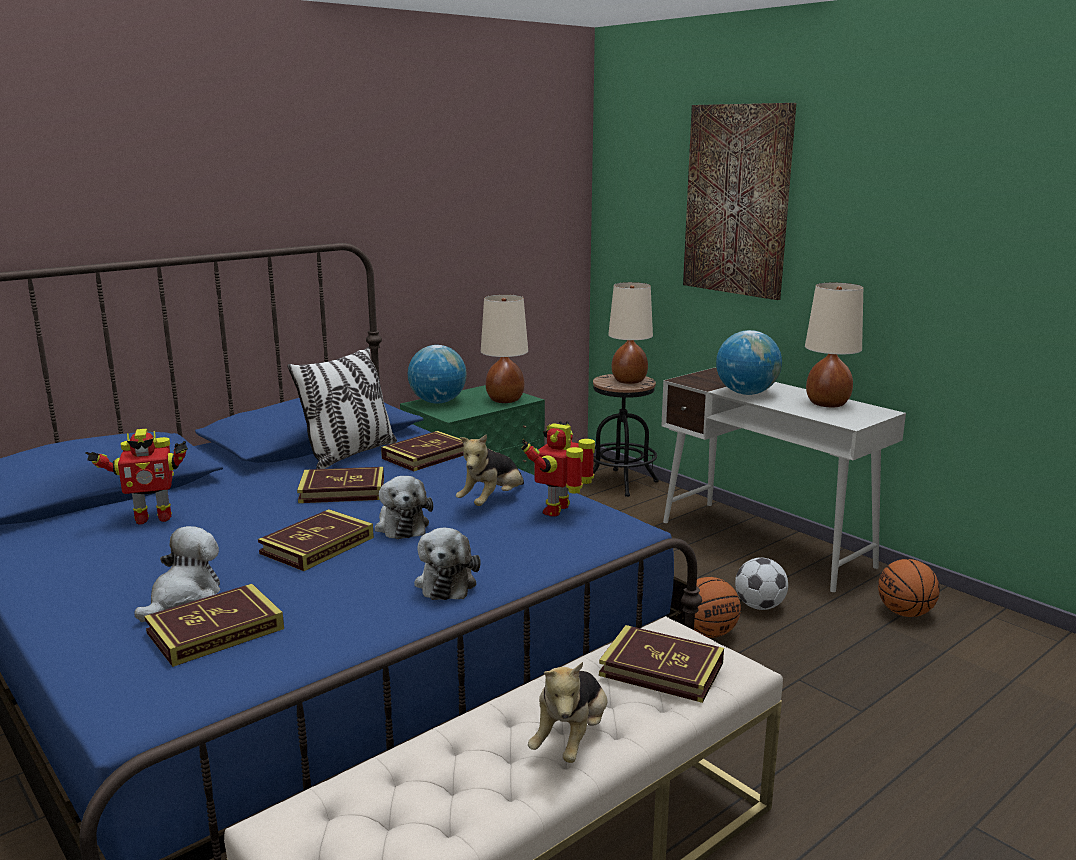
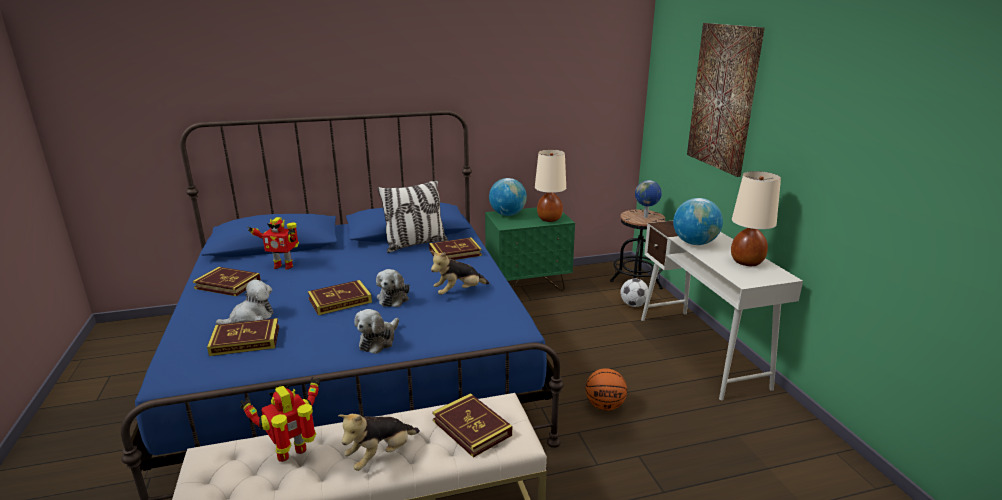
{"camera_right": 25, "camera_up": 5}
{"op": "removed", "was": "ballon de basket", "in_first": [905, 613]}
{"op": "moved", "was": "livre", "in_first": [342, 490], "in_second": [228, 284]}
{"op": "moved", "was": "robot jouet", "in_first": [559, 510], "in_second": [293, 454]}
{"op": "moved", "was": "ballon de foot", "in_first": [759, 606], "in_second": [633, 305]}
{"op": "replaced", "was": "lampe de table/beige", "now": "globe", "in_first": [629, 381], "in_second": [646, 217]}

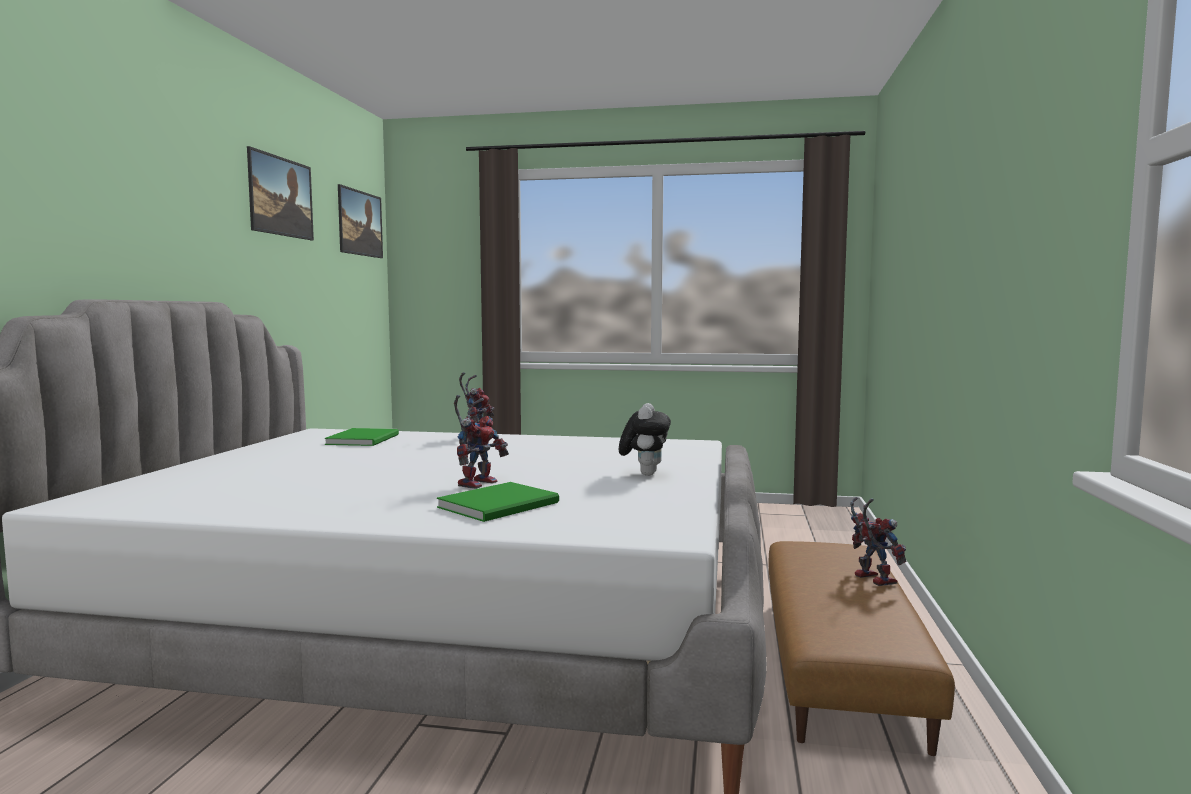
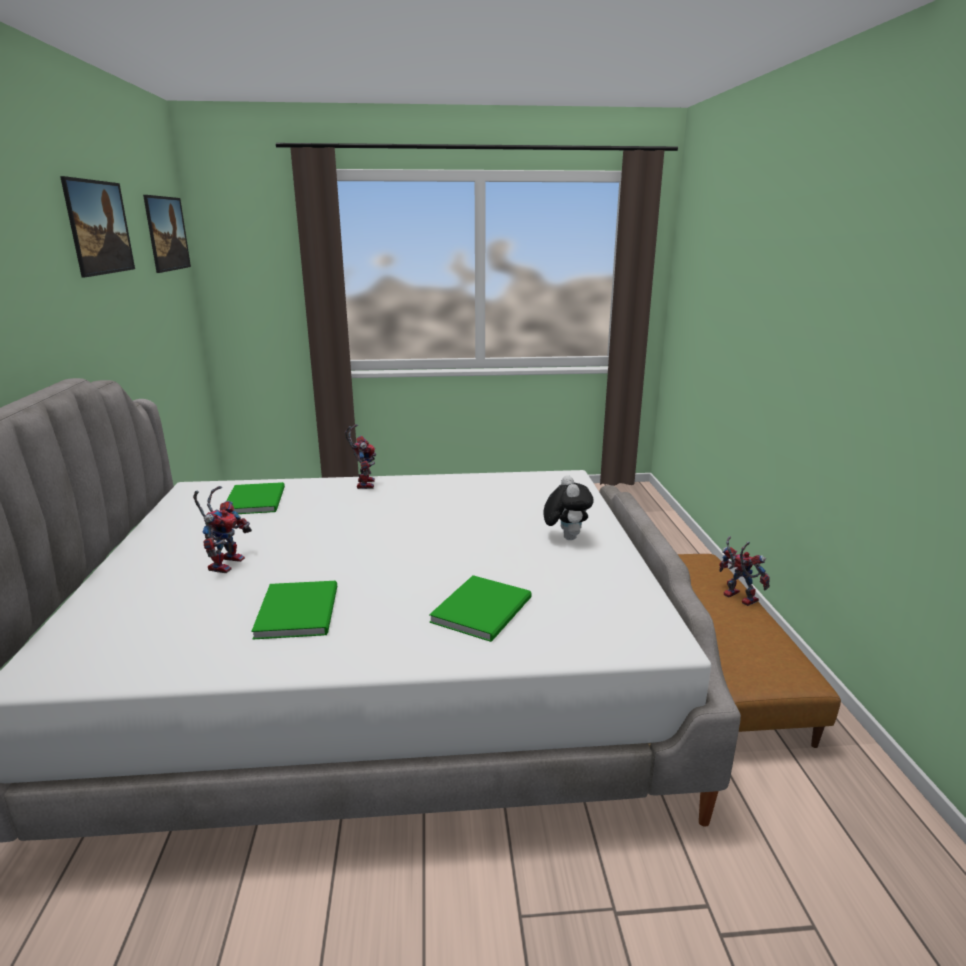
{"camera_right": -15, "camera_up": 15}
{"op": "added", "now": "livre/vert", "in_second": [300, 610]}
{"op": "moved", "was": "robot jouet", "in_first": [477, 483], "in_second": [226, 562]}

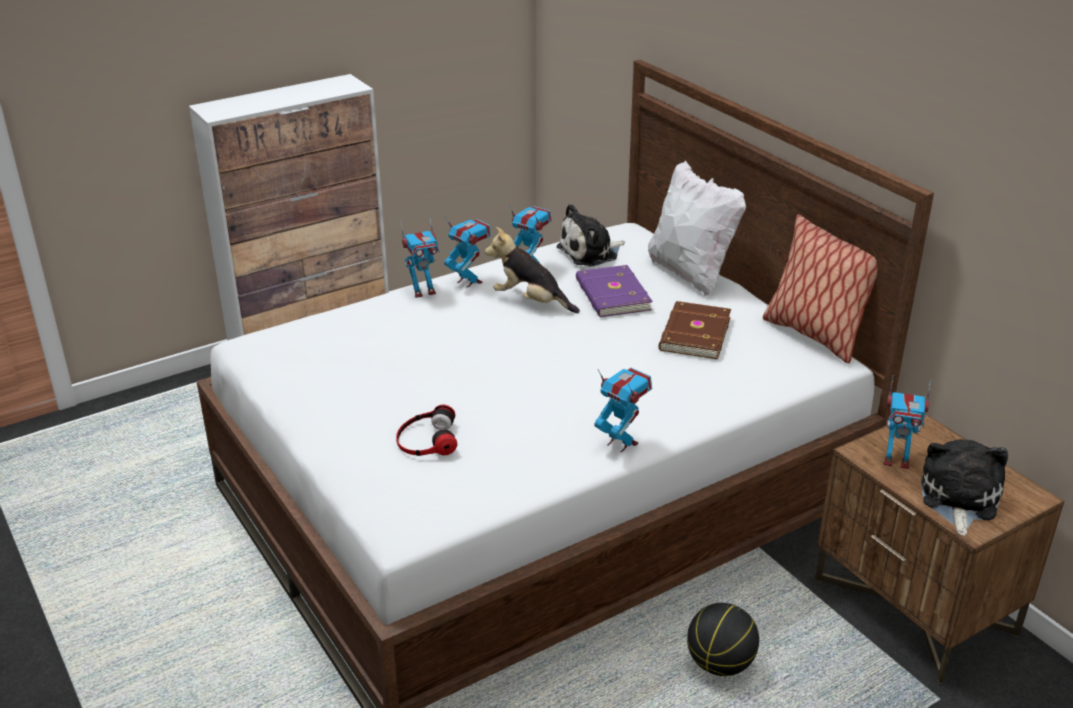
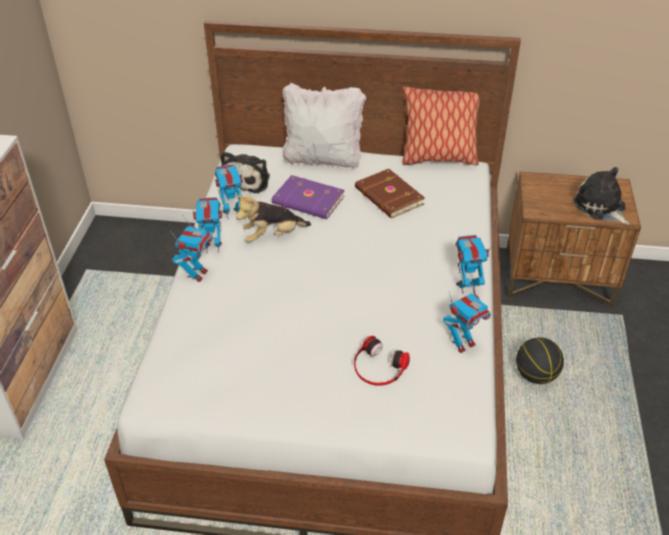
{"camera_right": -50, "camera_up": 10}
{"op": "moved", "was": "robot jouet", "in_first": [896, 460], "in_second": [462, 344]}

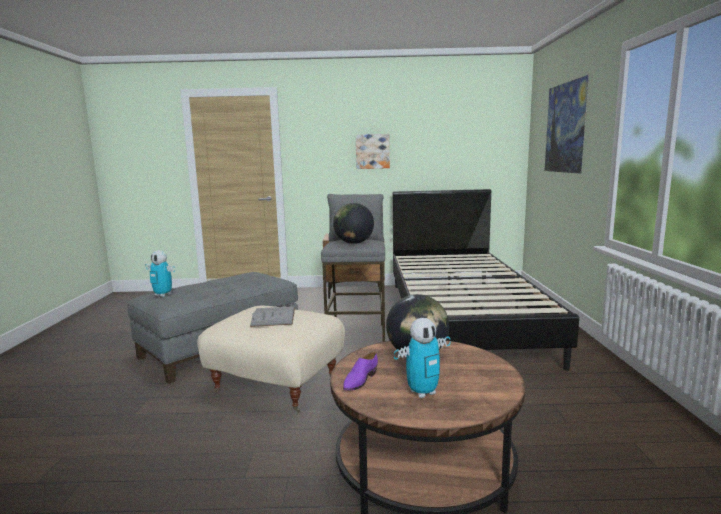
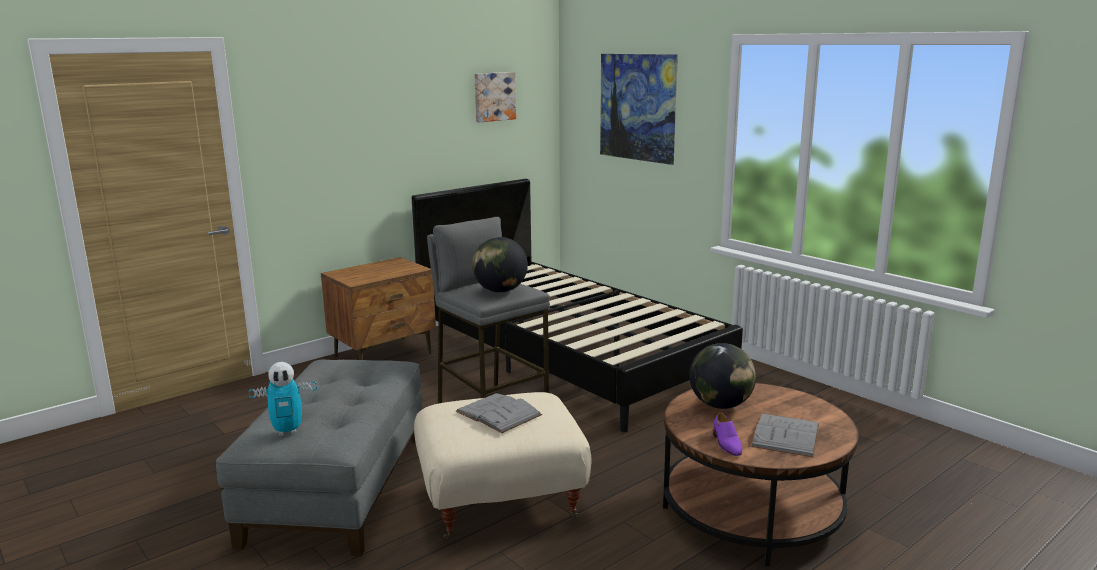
{"camera_right": -40, "camera_up": 5}
{"op": "moved", "was": "tableau", "in_first": [372, 151], "in_second": [494, 96]}
{"op": "replaced", "was": "robot jouet", "now": "livre/gris", "in_first": [422, 392], "in_second": [786, 435]}

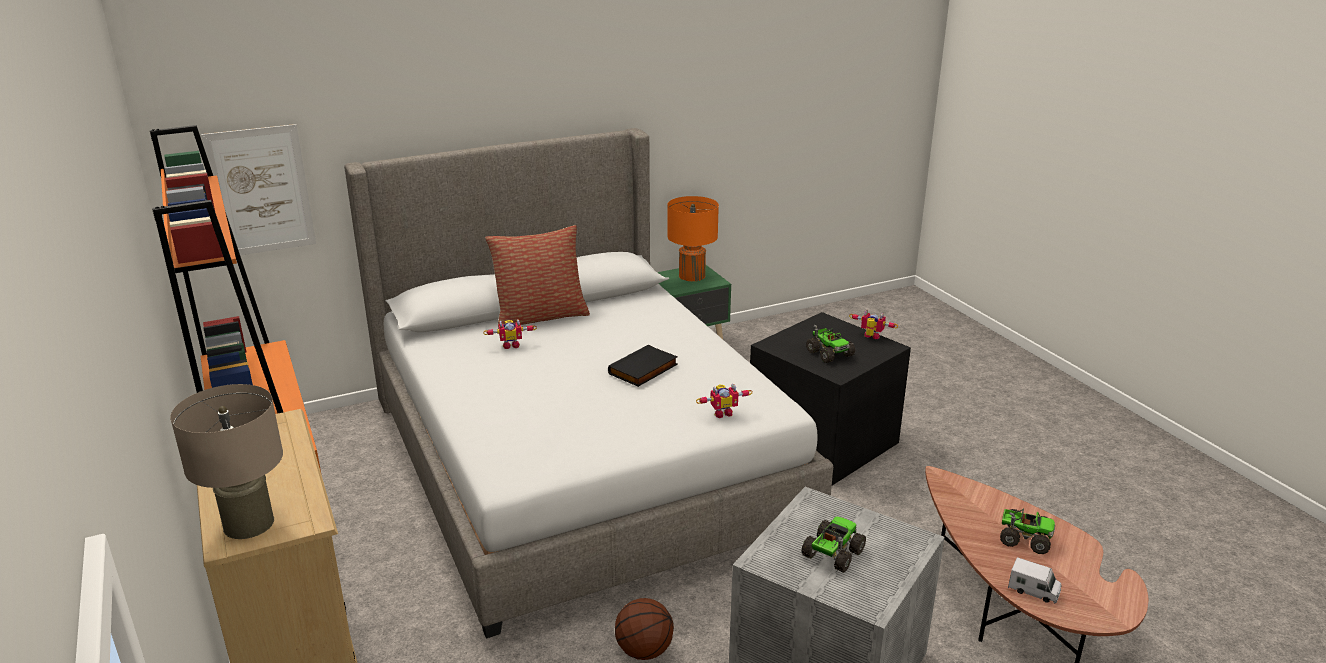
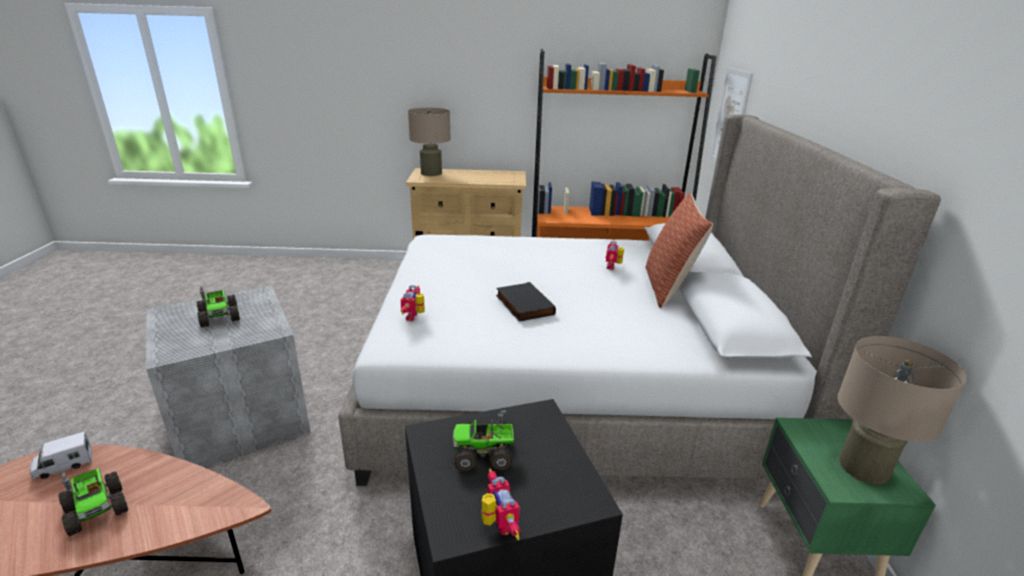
{"camera_right": 115, "camera_up": 0}
{"op": "removed", "was": "ballon de basket", "in_first": [643, 650]}
{"op": "recoloured", "was": "lampe de table/orange", "now": "lampe de table/beige", "in_first": [692, 276], "in_second": [864, 467]}
{"op": "turned", "was": "robot jouet", "in_first": [870, 337], "in_second": [497, 525], "clockwise": -75}
{"op": "turned", "was": "camion jouet", "in_first": [1024, 538], "in_second": [97, 509], "clockwise": -90}

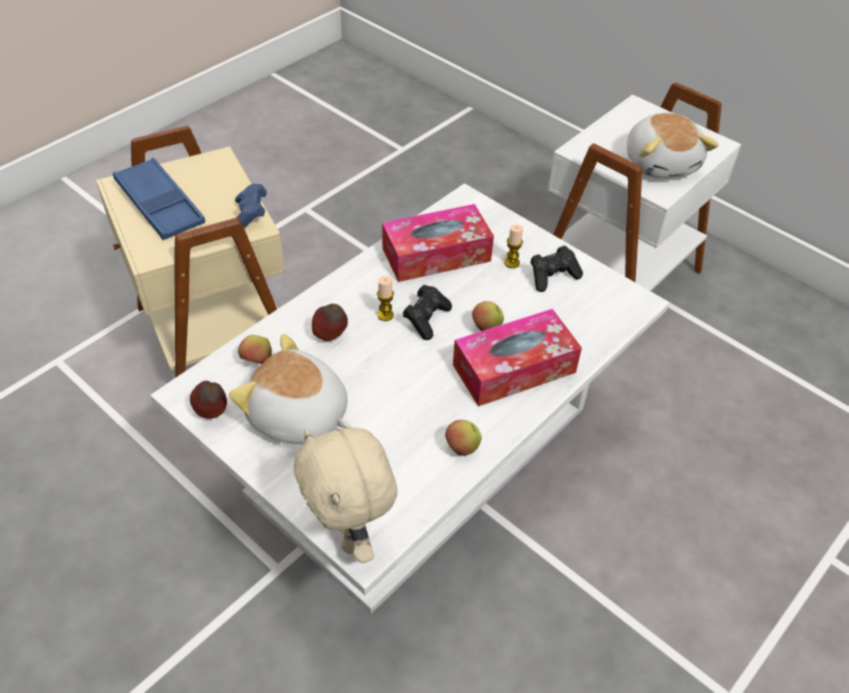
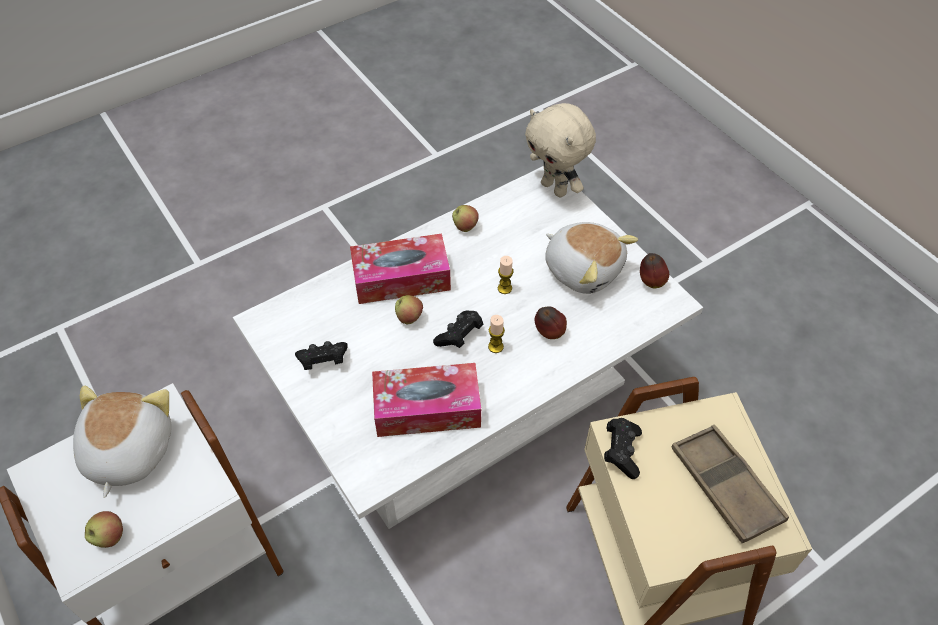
{"camera_right": -165, "camera_up": 5}
{"op": "moved", "was": "pomme", "in_first": [257, 362], "in_second": [109, 537]}
{"op": "moved", "was": "bougie", "in_first": [511, 263], "in_second": [504, 288]}
{"op": "recoloured", "was": "plateau/bleu", "now": "plateau/marron", "in_first": [160, 205], "in_second": [725, 486]}
{"op": "recoloured", "was": "manette/bleu", "now": "manette/noir", "in_first": [250, 215], "in_second": [621, 452]}
{"op": "turned", "was": "peluche/beige", "in_first": [350, 535], "in_second": [555, 188], "clockwise": 150}

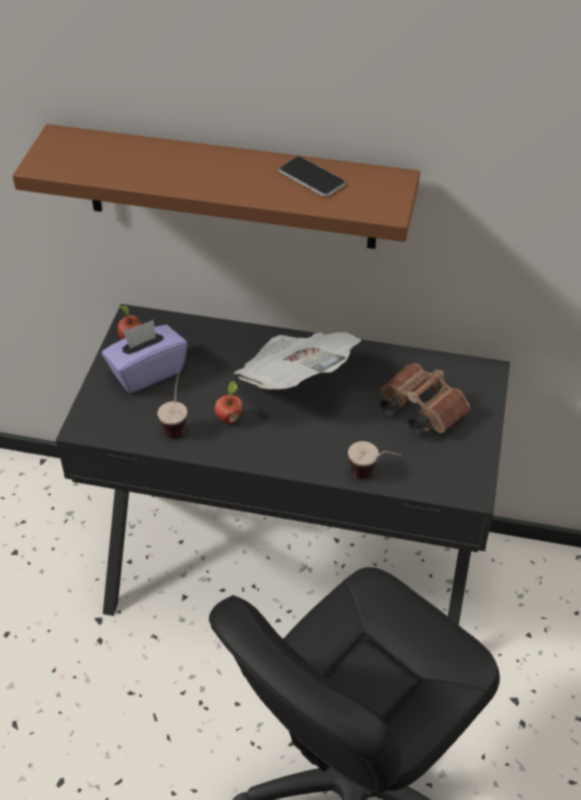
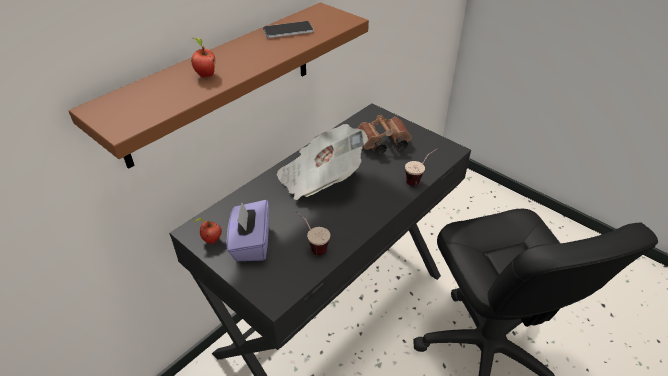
{"camera_right": -60, "camera_up": -5}
{"op": "moved", "was": "pomme", "in_first": [229, 418], "in_second": [205, 75]}

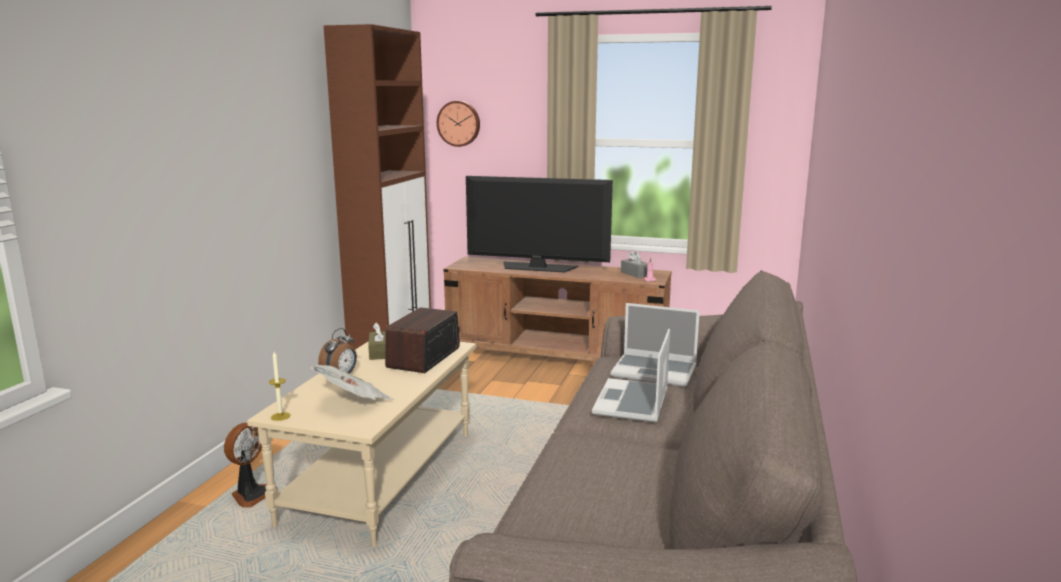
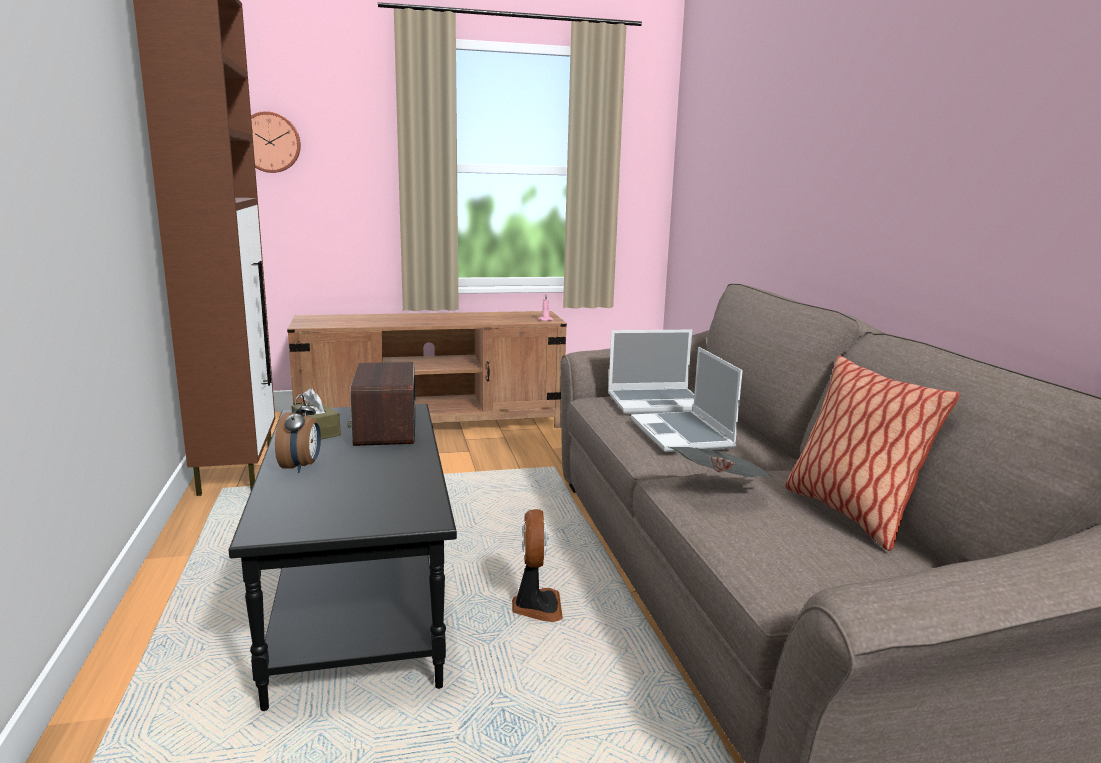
{"camera_right": -30, "camera_up": 0}
{"op": "removed", "was": "bougie", "in_first": [280, 416]}
{"op": "removed", "was": "téléviseur", "in_first": [537, 267]}
{"op": "removed", "was": "boîte à mouchoirs/gris", "in_first": [635, 274]}
{"op": "added", "now": "coussin", "in_second": [850, 514]}
{"op": "moved", "was": "ventilateur", "in_first": [251, 495], "in_second": [536, 606]}
{"op": "moved", "was": "journal", "in_first": [354, 402], "in_second": [719, 489]}
{"op": "recoloured", "was": "table basse/beige", "now": "table basse/noir", "in_first": [382, 477], "in_second": [361, 600]}

